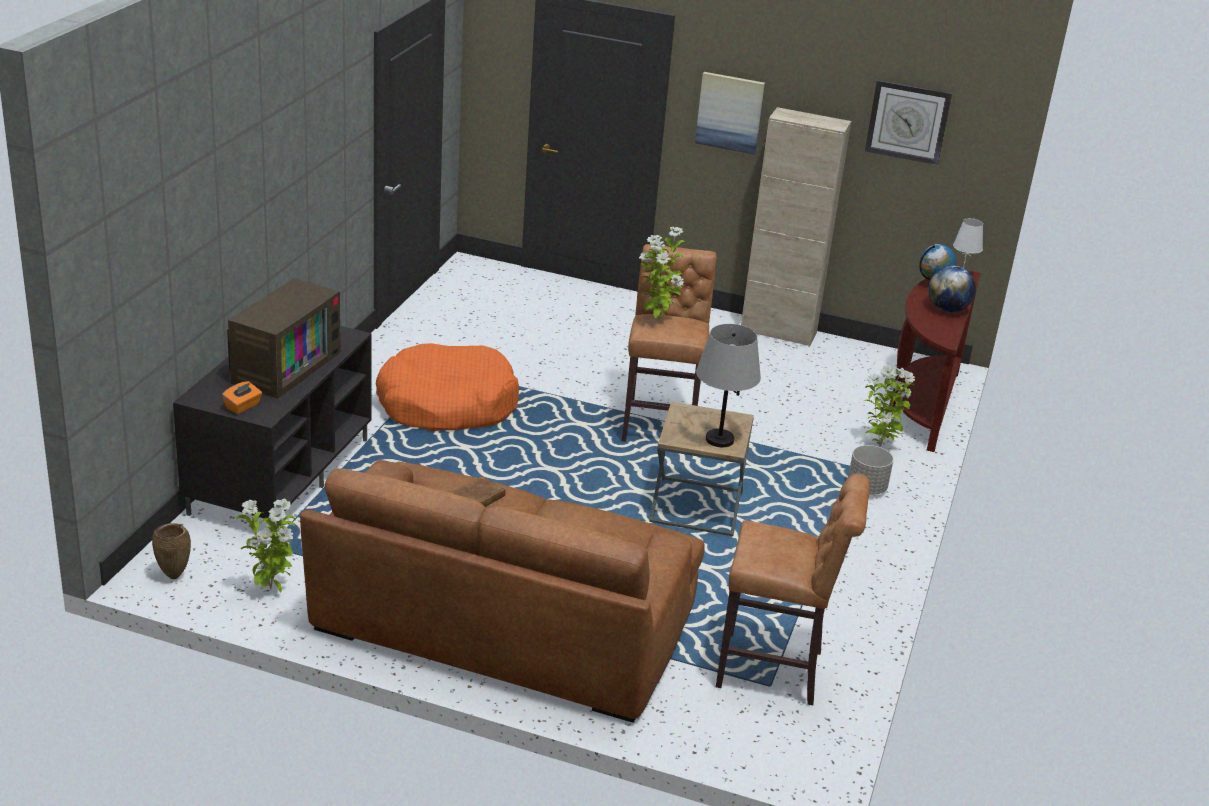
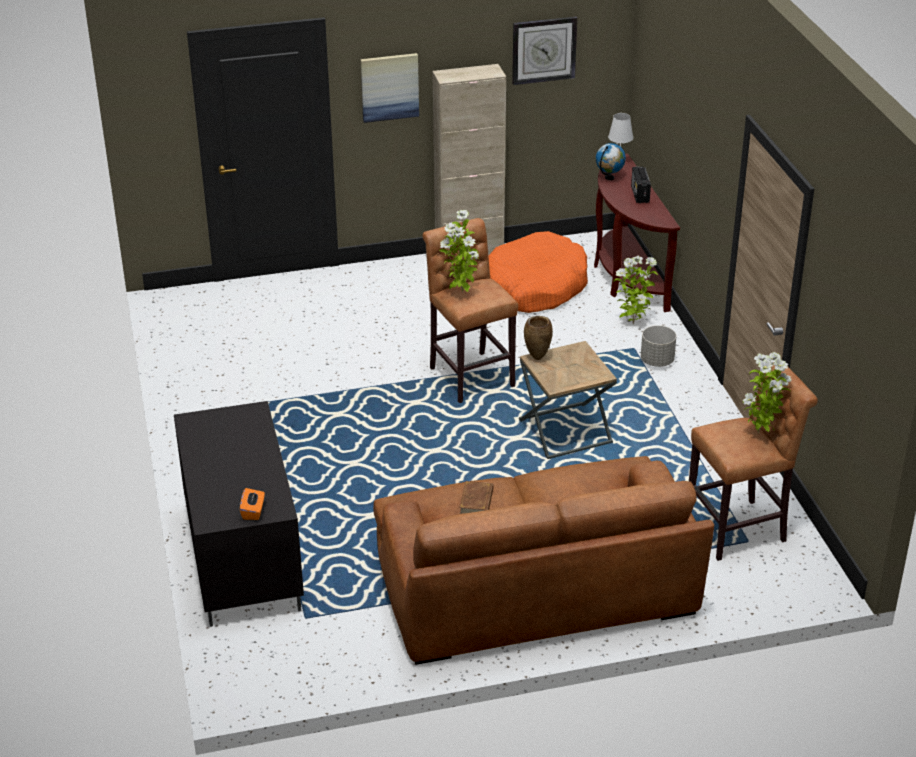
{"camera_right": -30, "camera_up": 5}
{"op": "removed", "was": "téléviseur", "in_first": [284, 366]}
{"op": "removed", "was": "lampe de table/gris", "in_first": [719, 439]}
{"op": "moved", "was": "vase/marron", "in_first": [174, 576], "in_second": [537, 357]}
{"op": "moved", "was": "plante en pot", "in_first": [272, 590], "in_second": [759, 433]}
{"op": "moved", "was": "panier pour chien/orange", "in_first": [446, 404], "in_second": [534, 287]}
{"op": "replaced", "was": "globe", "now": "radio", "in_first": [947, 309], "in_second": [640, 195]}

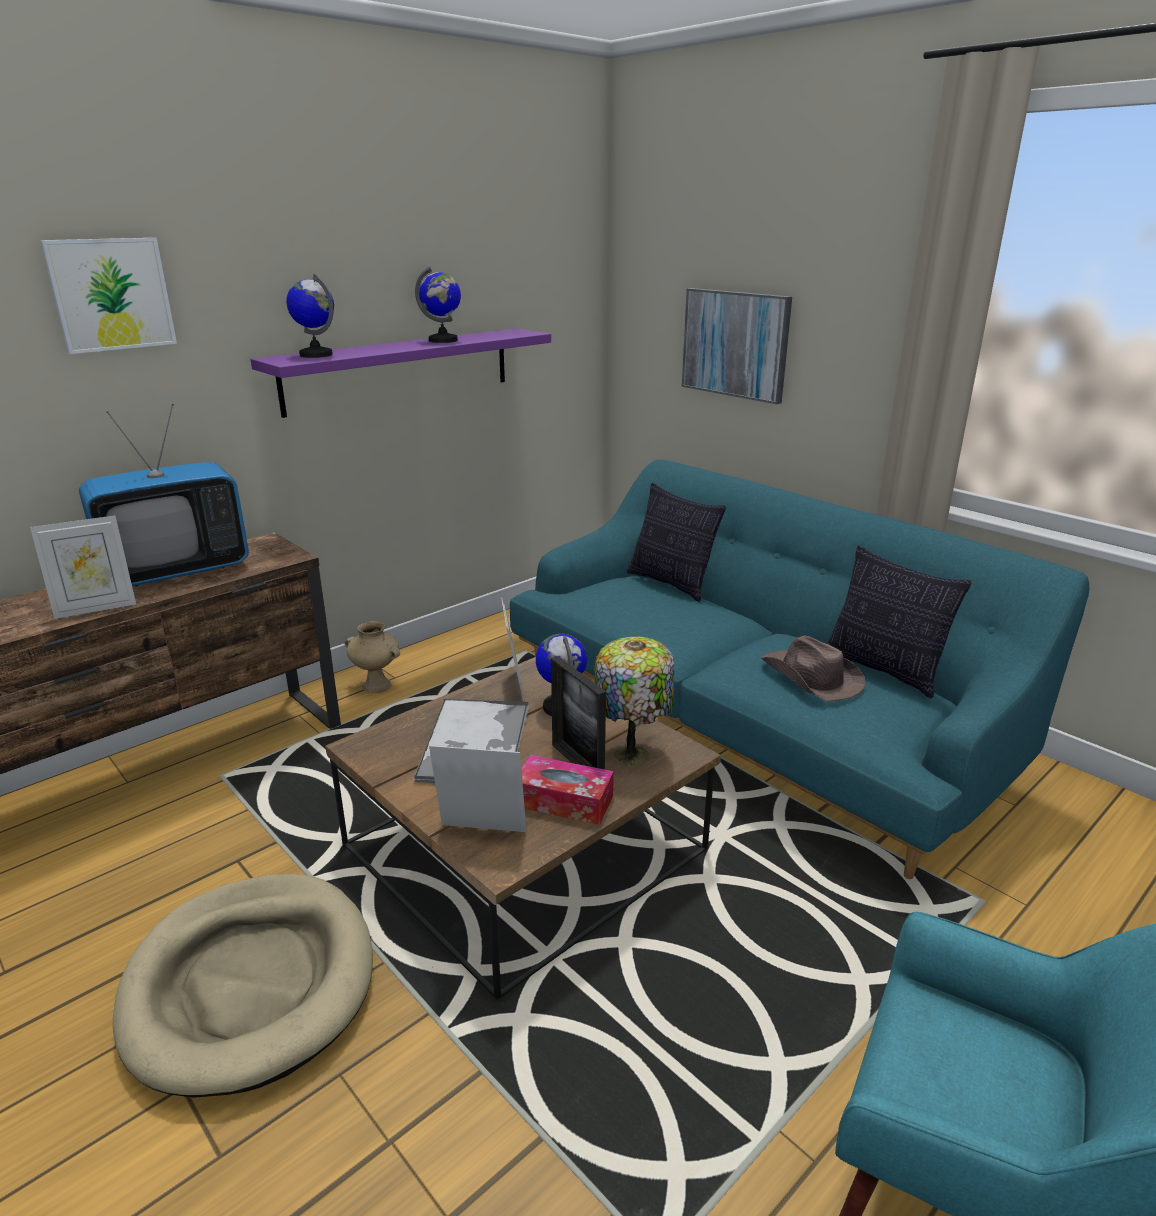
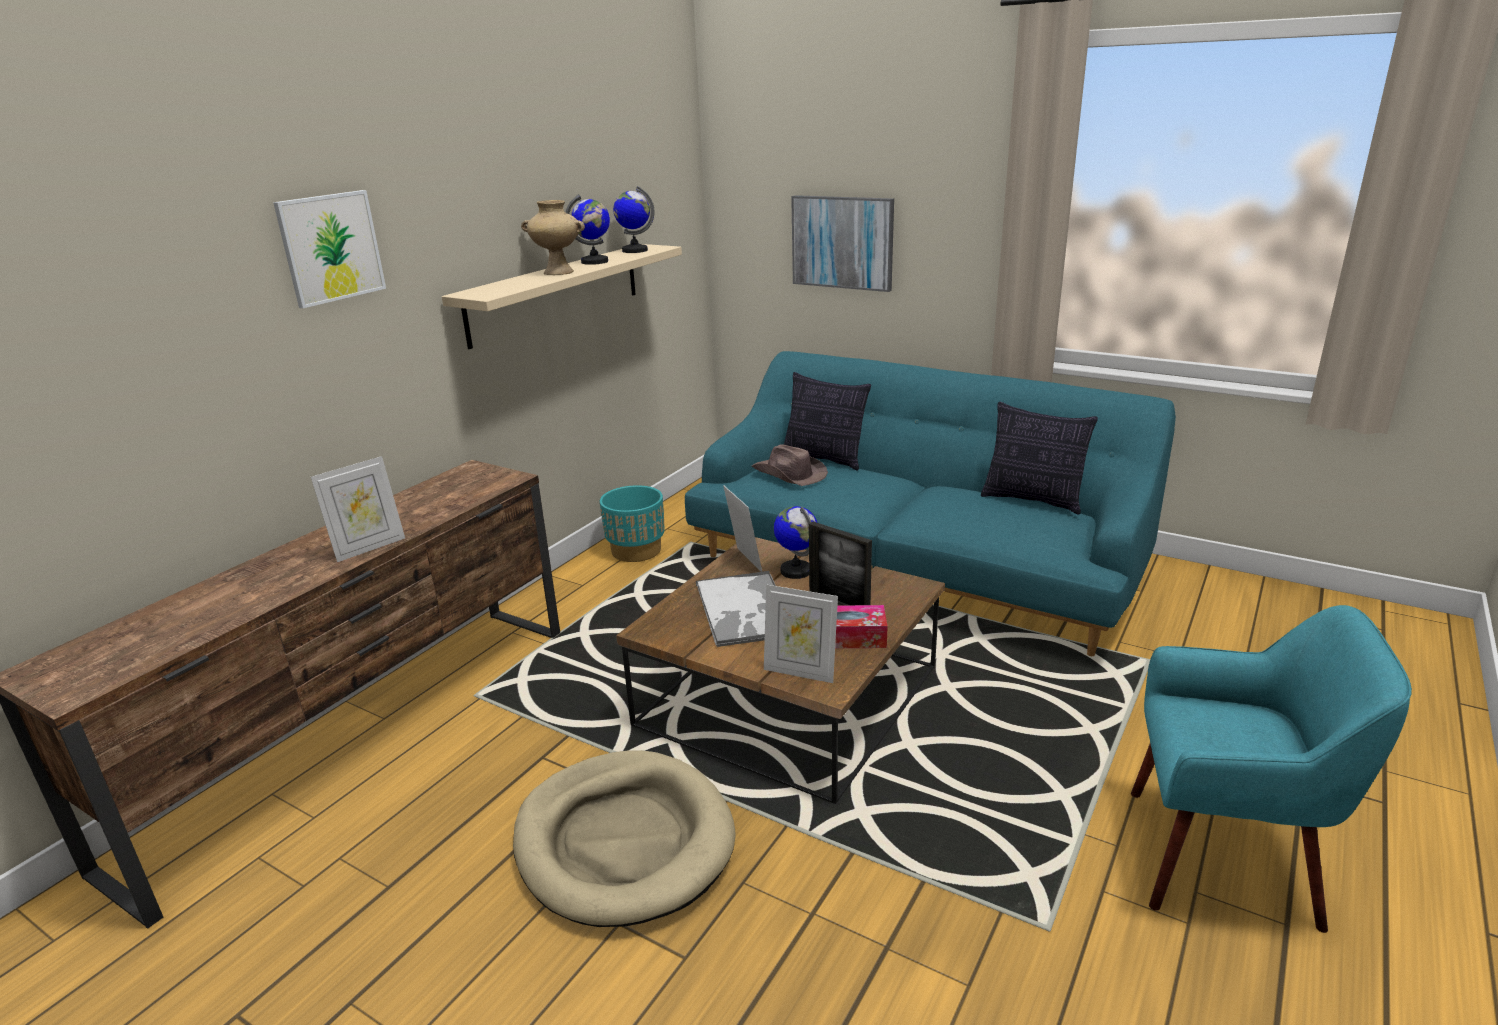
{"camera_right": -15, "camera_up": 0}
{"op": "removed", "was": "téléviseur", "in_first": [176, 570]}
{"op": "removed", "was": "lampe de table", "in_first": [633, 753]}
{"op": "added", "now": "cache-pot/turquoise", "in_second": [636, 551]}
{"op": "moved", "was": "globe", "in_first": [316, 355], "in_second": [634, 250]}
{"op": "moved", "was": "vase/beige", "in_first": [377, 685], "in_second": [559, 272]}
{"op": "moved", "was": "chapeau/marron", "in_first": [811, 677], "in_second": [789, 474]}
{"op": "recoloured", "was": "étagère/violet", "now": "étagère/beige", "in_first": [400, 370], "in_second": [556, 293]}
{"op": "turned", "was": "cadre photo", "in_first": [482, 834], "in_second": [800, 672], "clockwise": -150}

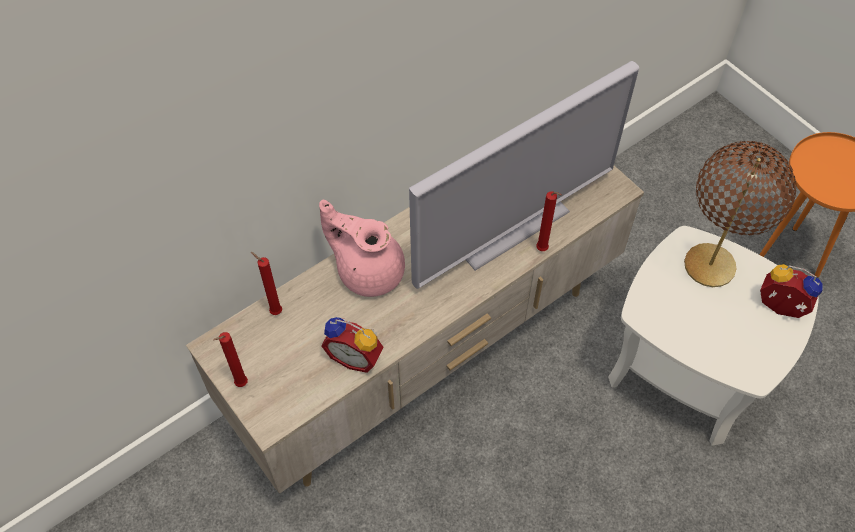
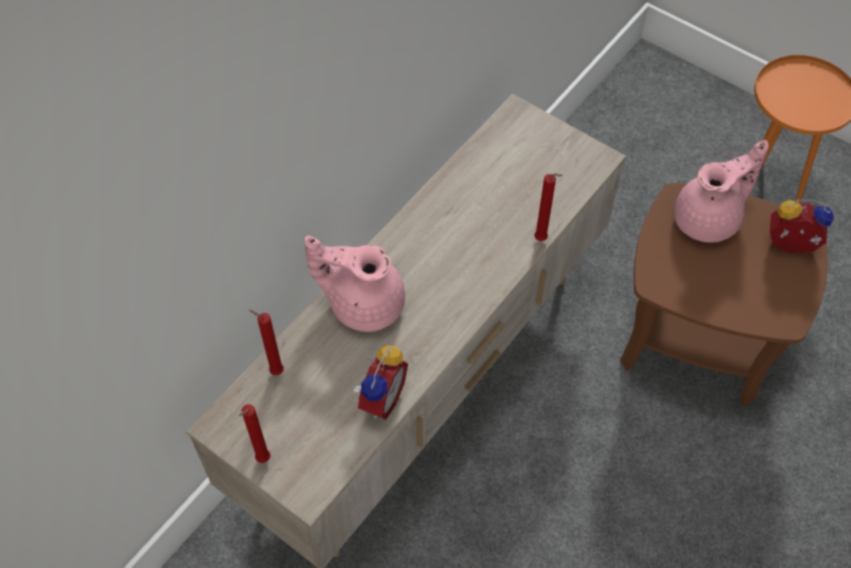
{"camera_right": -15, "camera_up": 0}
{"op": "removed", "was": "téléviseur", "in_first": [509, 226]}
{"op": "replaced", "was": "lampe de table/marron", "now": "théière/rose", "in_first": [710, 266], "in_second": [709, 219]}
{"op": "recoloured", "was": "table d'appoint/blanc", "now": "table d'appoint/marron", "in_first": [685, 373], "in_second": [696, 338]}
{"op": "turned", "was": "réveil", "in_first": [356, 356], "in_second": [379, 398], "clockwise": -75}

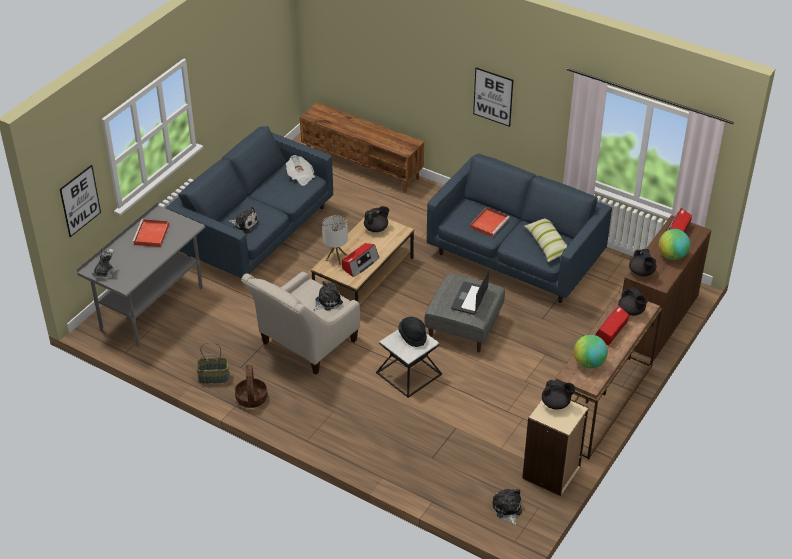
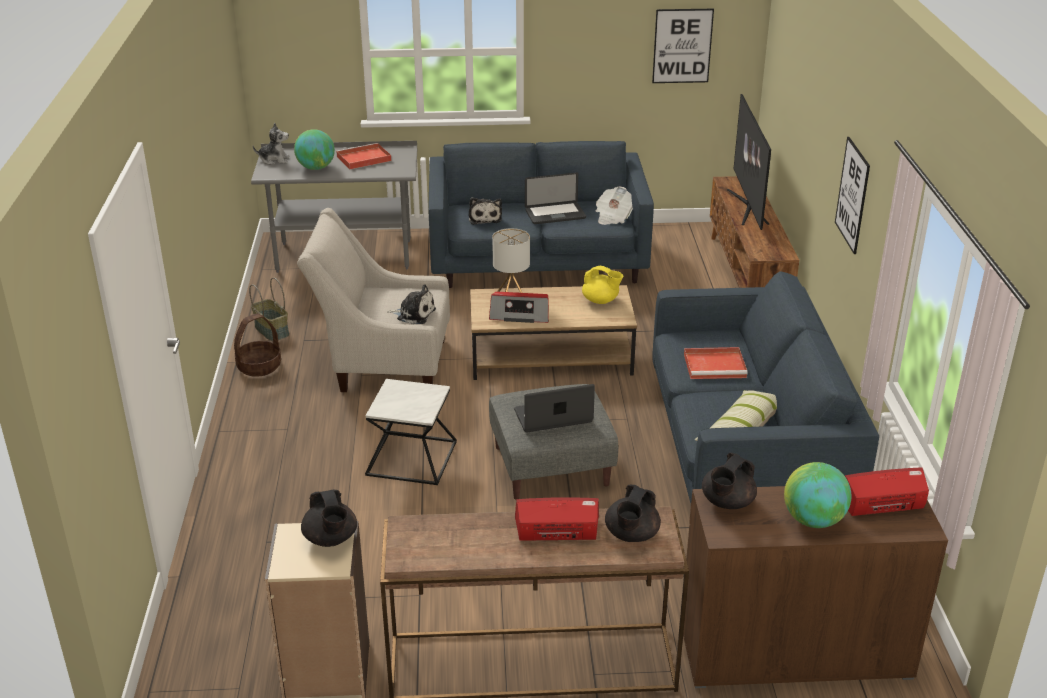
{"camera_right": 55, "camera_up": -10}
{"op": "removed", "was": "chapeau/noir", "in_first": [413, 336]}
{"op": "removed", "was": "peluche", "in_first": [507, 509]}
{"op": "added", "now": "ordinateur portable", "in_second": [555, 214]}
{"op": "added", "now": "téléviseur", "in_second": [748, 206]}
{"op": "moved", "was": "tableau", "in_first": [80, 200], "in_second": [682, 46]}
{"op": "moved", "was": "globe", "in_first": [589, 363], "in_second": [316, 168]}
{"op": "recoloured", "was": "théière/noir", "now": "théière/jaune", "in_first": [376, 228], "in_second": [601, 300]}

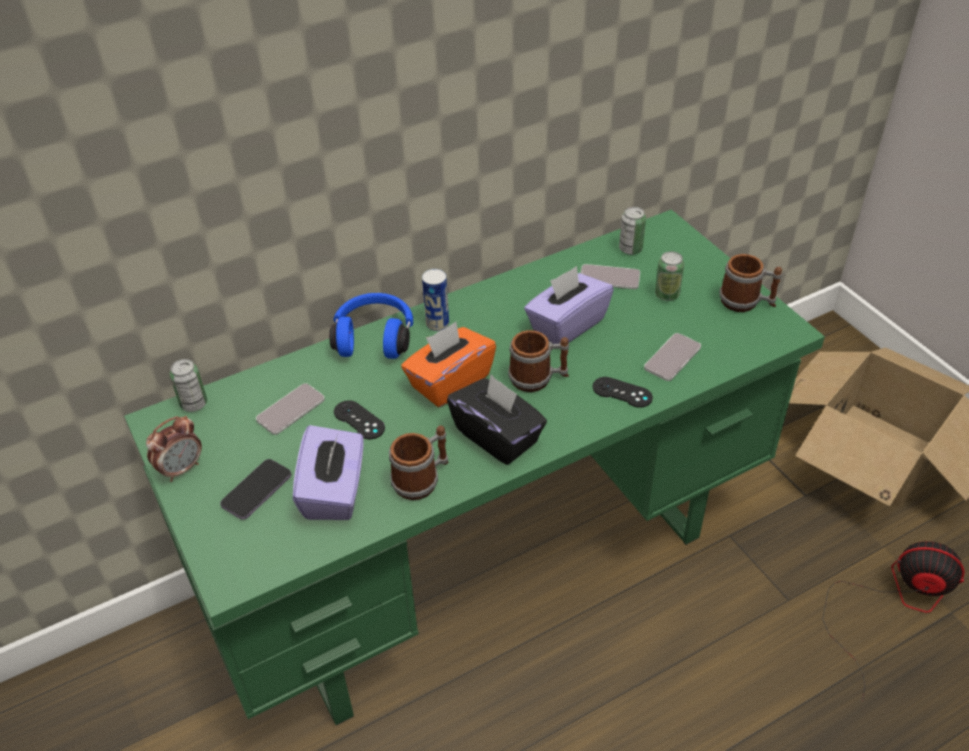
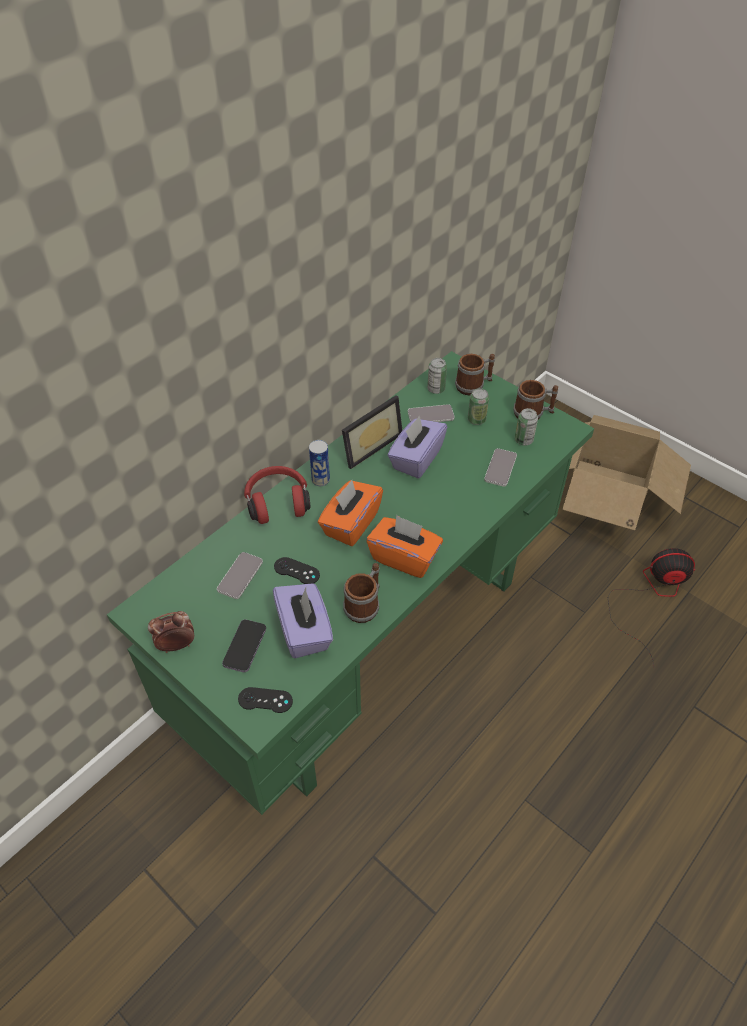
{"camera_right": -20, "camera_up": 5}
{"op": "added", "now": "cadre photo", "in_second": [368, 444]}
{"op": "moved", "was": "boîte métallique", "in_first": [194, 404], "in_second": [523, 440]}
{"op": "moved", "was": "mug", "in_first": [538, 378], "in_second": [474, 386]}
{"op": "moved", "was": "manette/noir", "in_first": [622, 392], "in_second": [265, 700]}
{"op": "recoloured", "was": "casque audio/bleu", "now": "casque audio/rouge", "in_first": [374, 337], "in_second": [277, 502]}
{"op": "recoloured", "was": "boîte à mouchoirs/noir", "now": "boîte à mouchoirs/orange", "in_first": [497, 436], "in_second": [404, 558]}
{"op": "turned", "was": "réveil", "in_first": [181, 469], "in_second": [176, 645], "clockwise": -135}

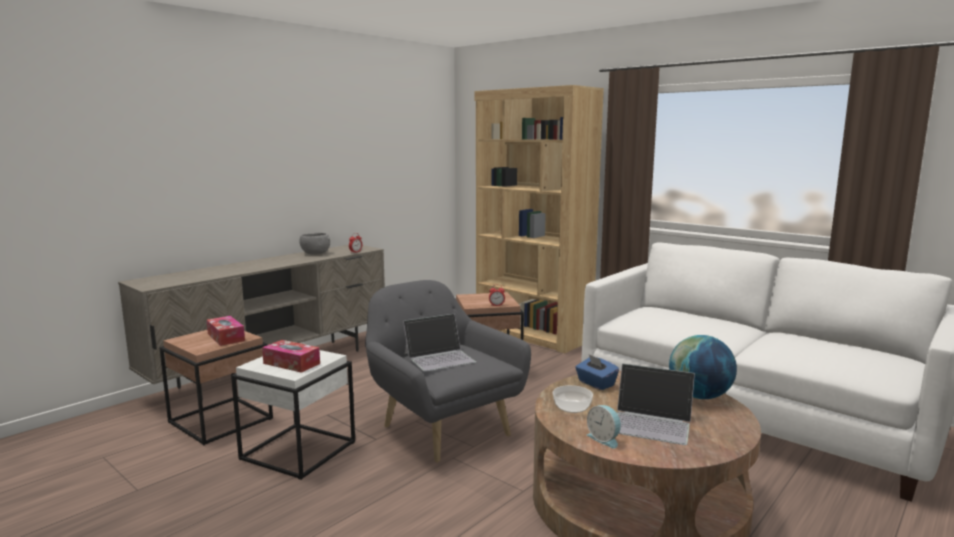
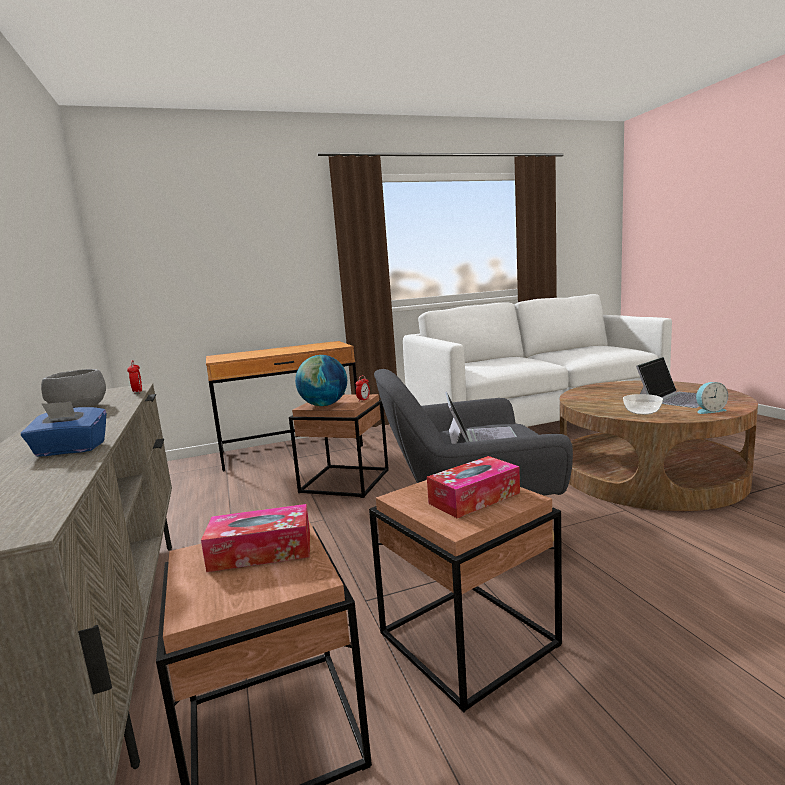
{"camera_right": -60, "camera_up": 0}
{"op": "moved", "was": "boîte à mouchoirs/bleu", "in_first": [595, 383], "in_second": [70, 450]}
{"op": "moved", "was": "globe", "in_first": [699, 396], "in_second": [324, 405]}
{"op": "replaced", "was": "bibliothèque/marron", "now": "bureau/marron", "in_first": [532, 334], "in_second": [291, 449]}
{"op": "recoloured", "was": "table d'appoint/blanc", "now": "table d'appoint/marron", "in_first": [298, 450], "in_second": [466, 639]}

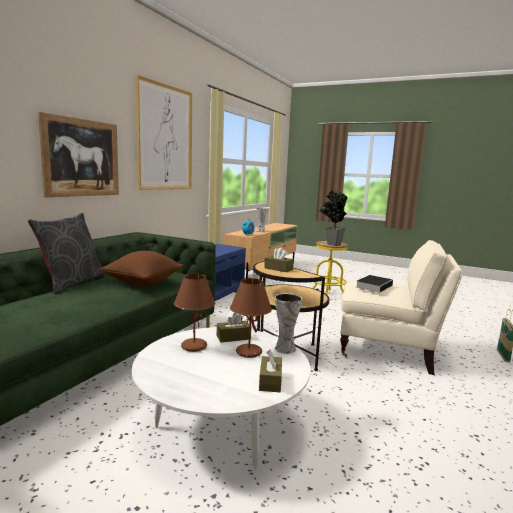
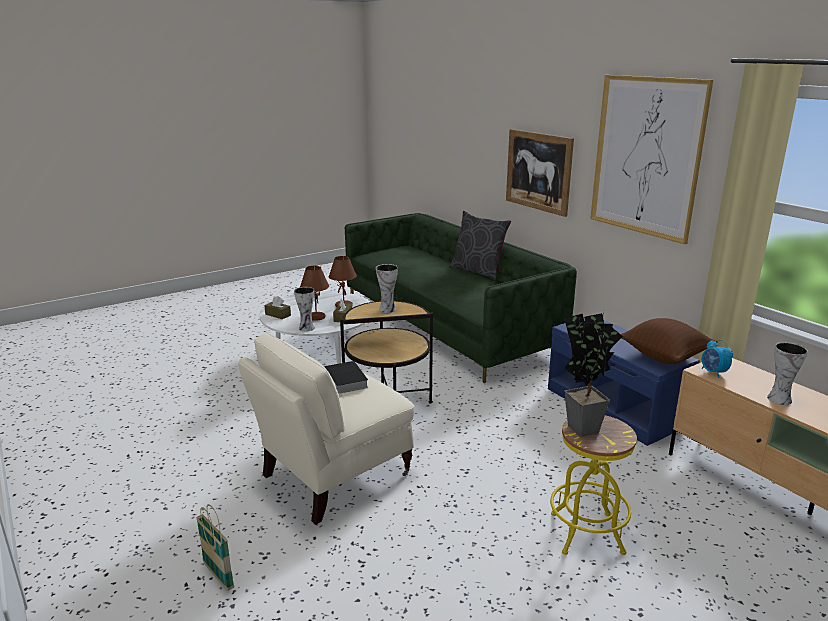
{"camera_right": 120, "camera_up": 10}
{"op": "moved", "was": "coussin/marron", "in_first": [143, 283], "in_second": [664, 357]}
{"op": "replaced", "was": "boîte à mouchoirs/marron", "now": "vase", "in_first": [278, 269], "in_second": [387, 309]}

